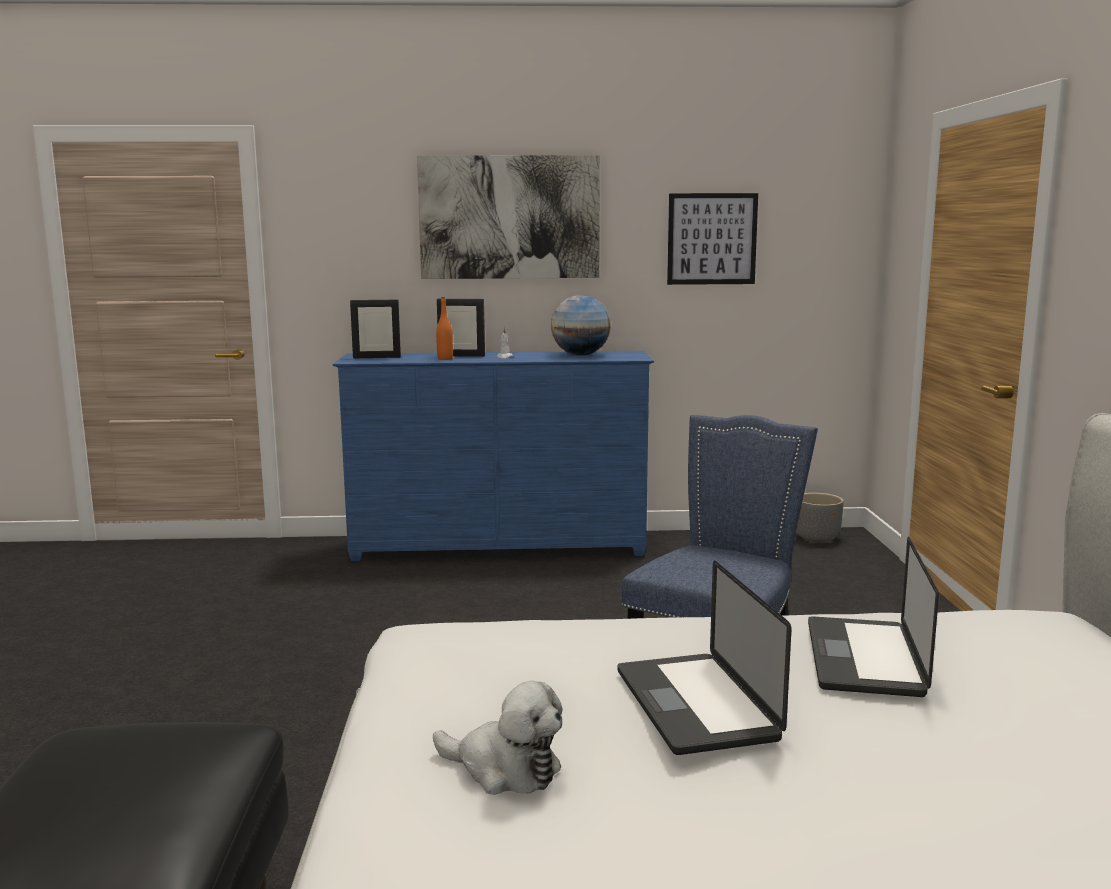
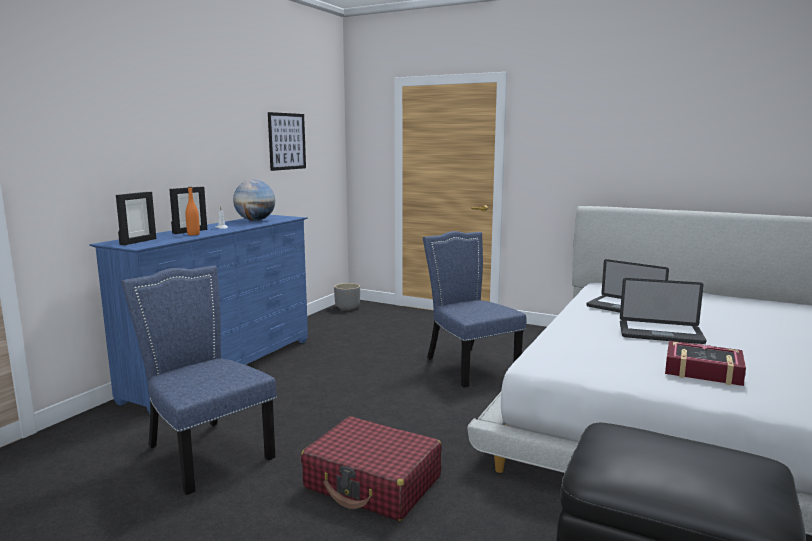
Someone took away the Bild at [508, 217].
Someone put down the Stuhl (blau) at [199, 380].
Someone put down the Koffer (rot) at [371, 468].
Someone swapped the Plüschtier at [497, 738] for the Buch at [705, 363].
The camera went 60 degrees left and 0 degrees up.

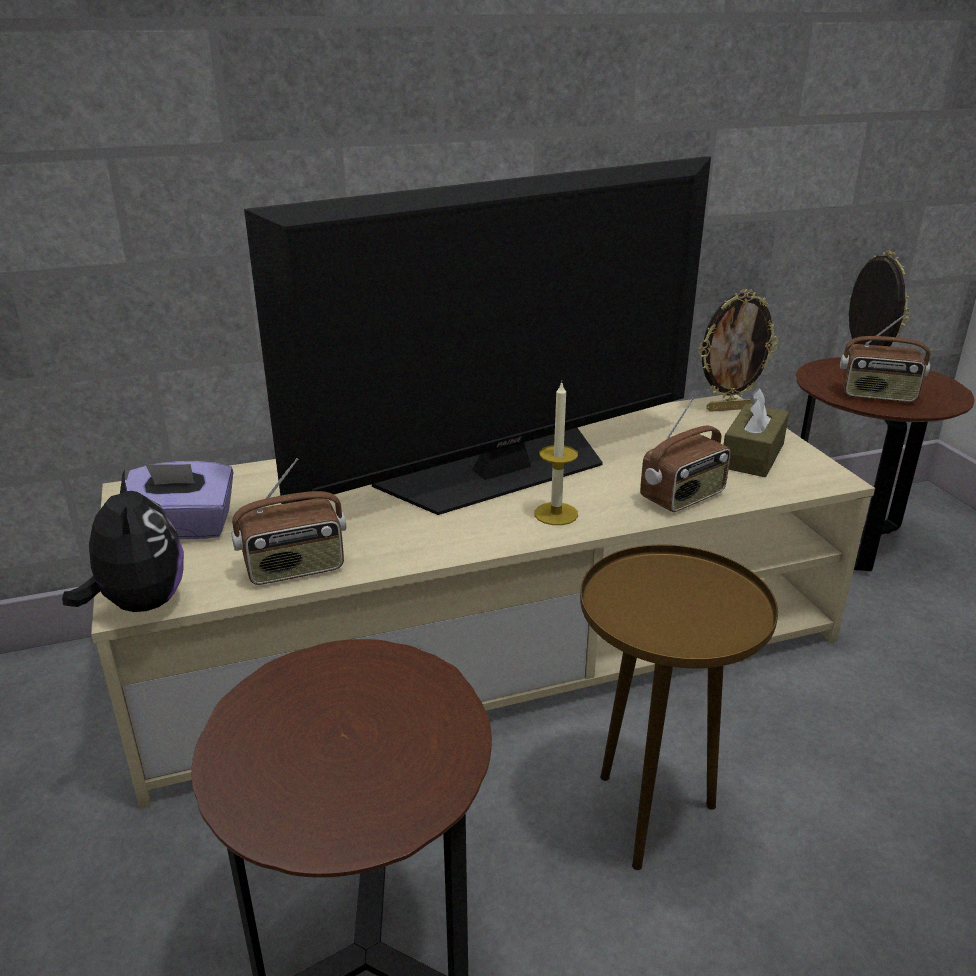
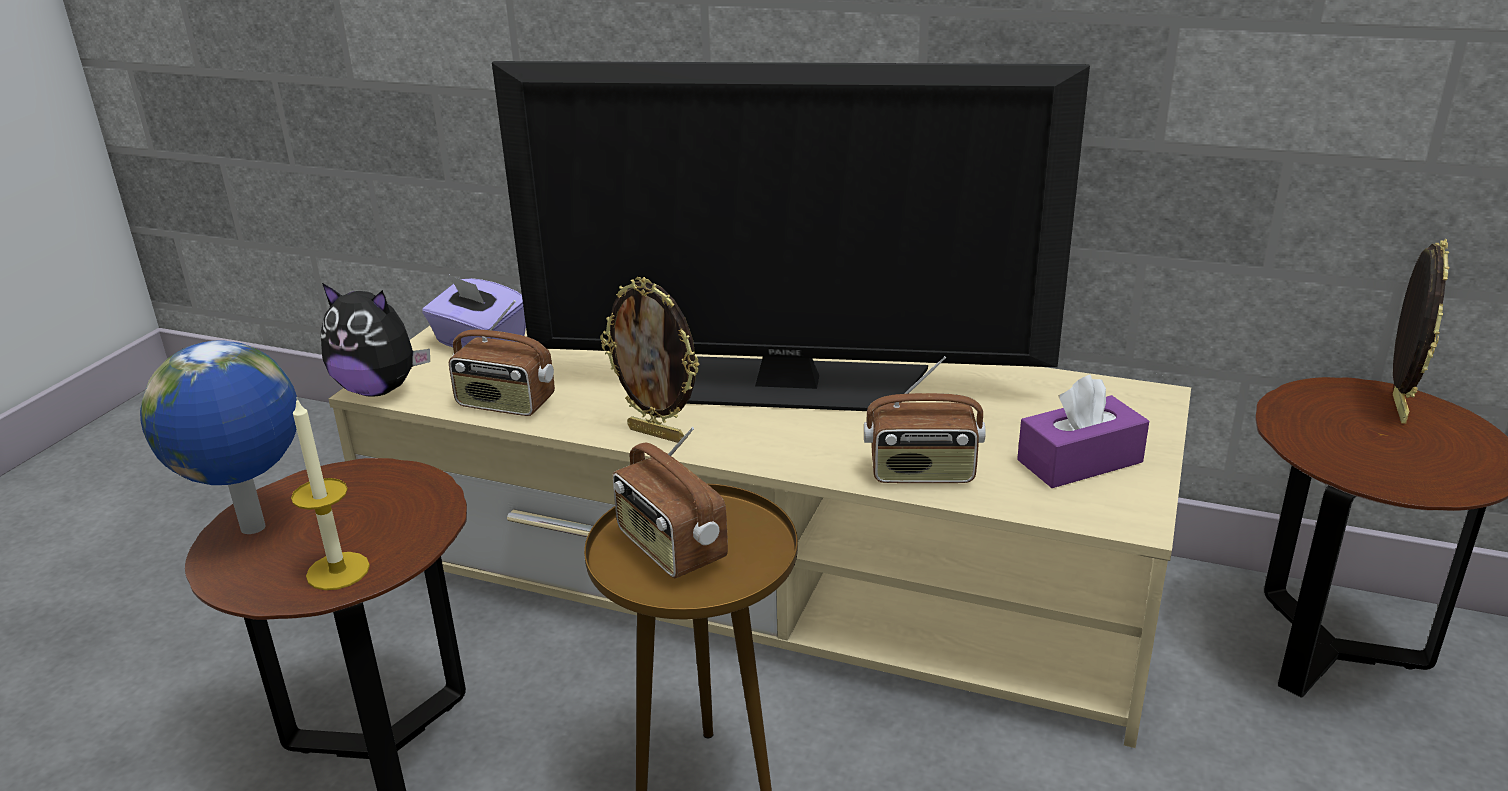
Someone put down the Globus at [218, 437].
Someone carried the Kerze from [556, 453] to [330, 493].
Someone carried the Bilderrahmen from [738, 350] to [650, 360].
Someone carried the Radio from [885, 357] to [670, 502].
Someone repainted the Taschentuchbox (braun) at [756, 432], which became the Taschentuchbox (lila) at [1083, 431].
Someone rotated the Plüschtier at [123, 540] by 90 degrees clockwise.
The camera went 40 degrees right and 0 degrees up.

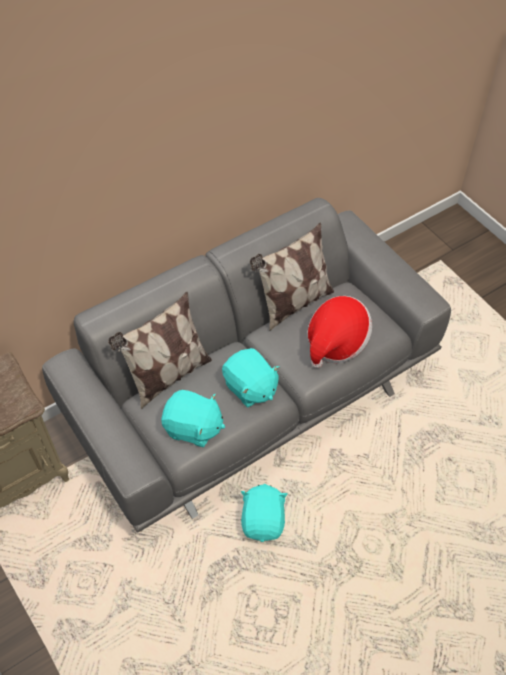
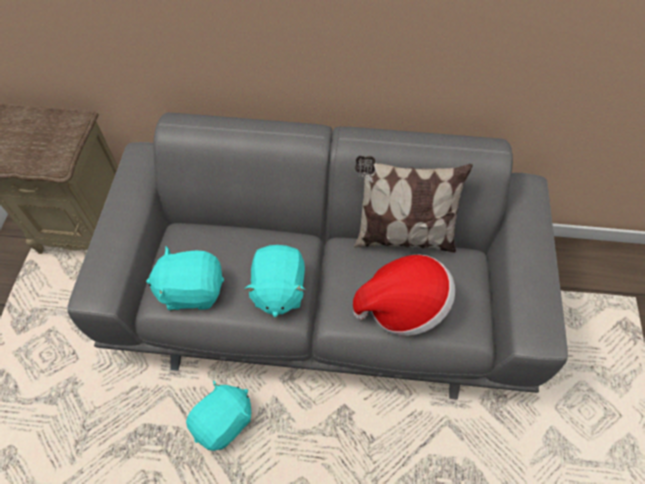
Someone took away the Kissen at [160, 351].
Someone rotated the Plüschtier (türkis) at [193, 418] by 120 degrees clockwise.
The camera went 40 degrees right and 5 degrees up.

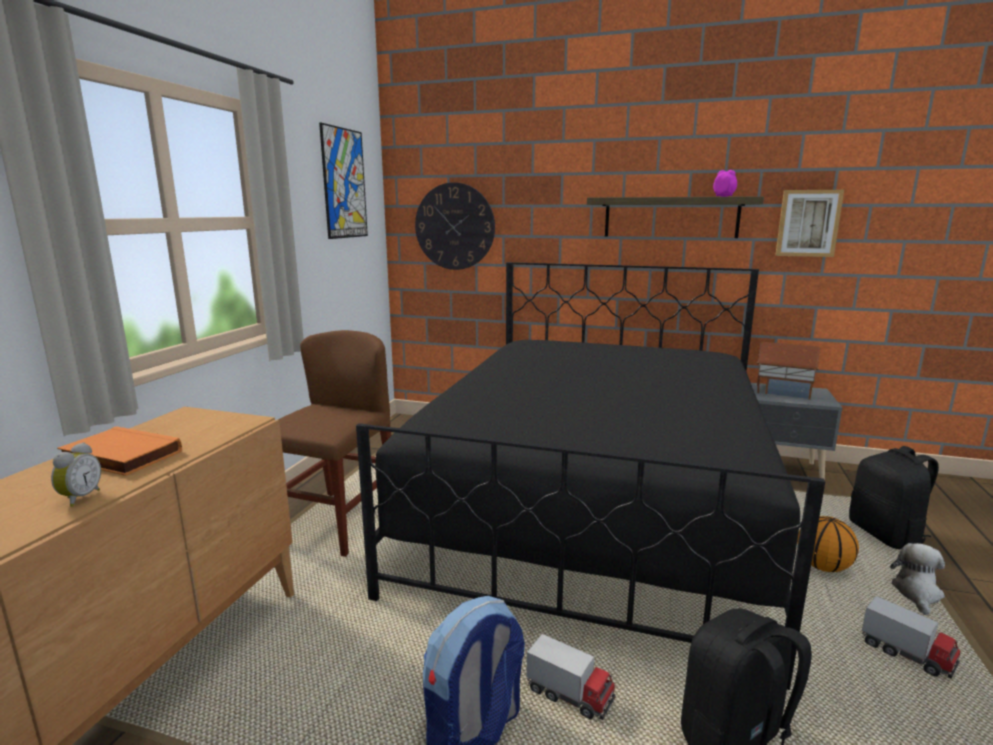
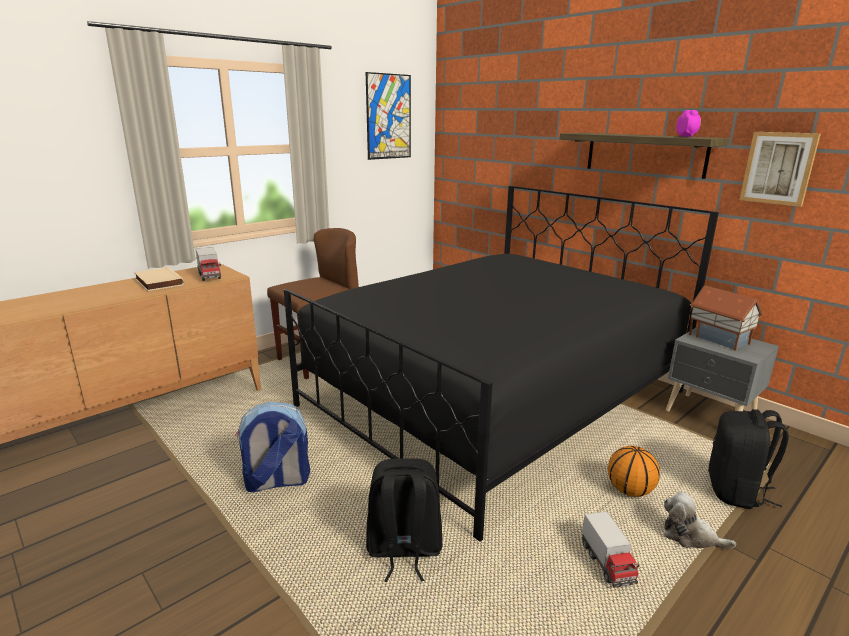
Someone took away the Wecker at [76, 474].
Someone took away the Wanduhr at [455, 226].
Someone carried the Spielzeuglaster from [571, 677] to [208, 264].
Someone repainted the Buch (orange) at [119, 451], which became the Buch (beige) at [159, 279].
Someone rotated the Plüschtier at [917, 579] by 120 degrees counterclockwise.
The camera went 30 degrees right and 5 degrees up.

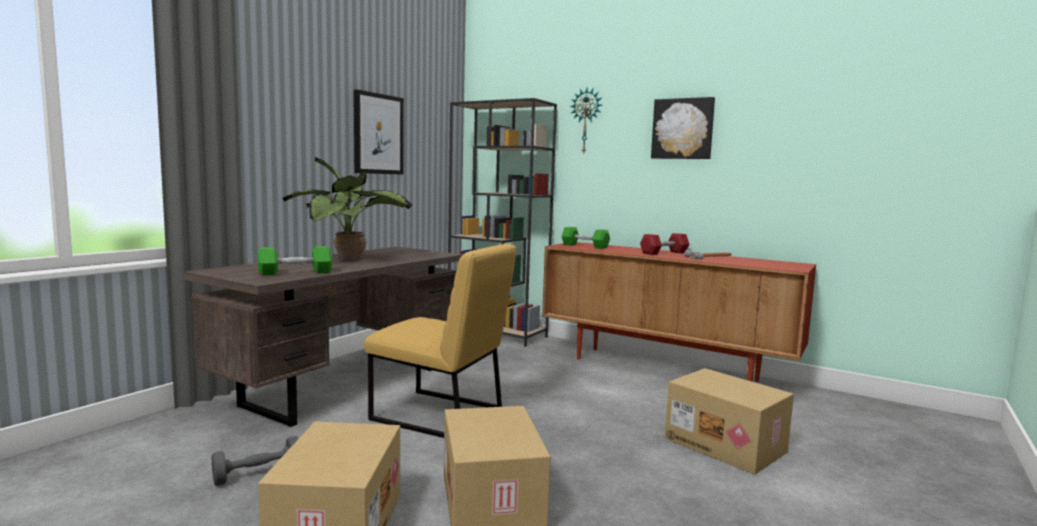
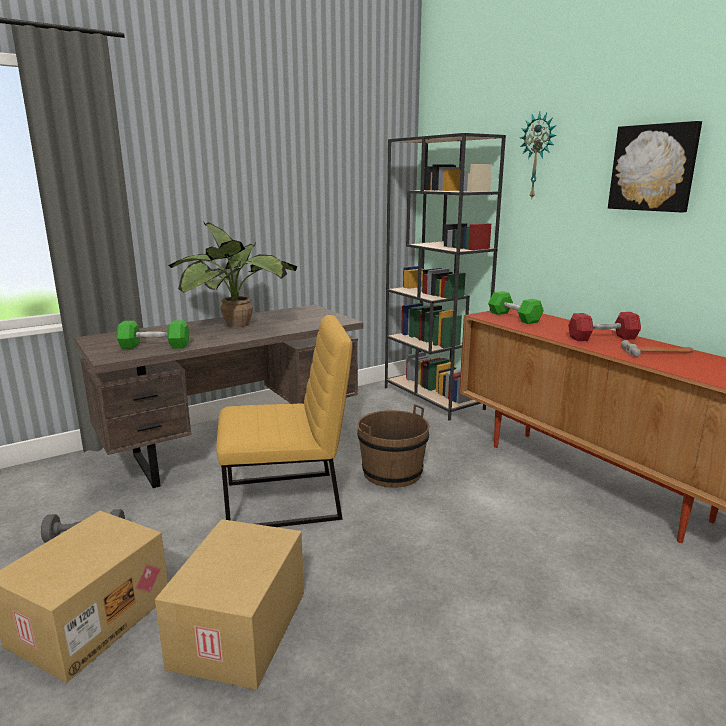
Someone took away the Bild at [379, 132].
Someone took away the Karton at [729, 421].
Someone put down the Eimer (braun) at [393, 446].
Someone rotated the Stuhl (gelb) at [440, 341] by 60 degrees counterclockwise.
The camera went 25 degrees right and 10 degrees up.

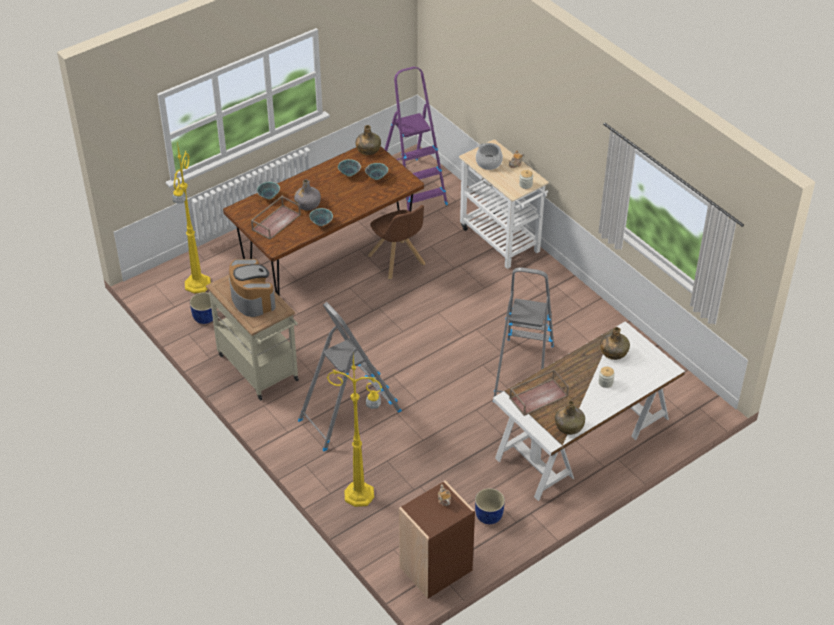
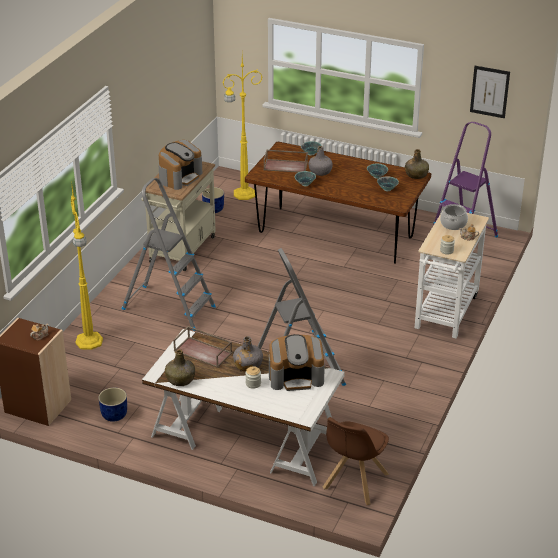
Someone put down the Flasche (grau) at [248, 354].
Someone put up the Bild at [490, 92].
Someone carried the Stuhl (braun) from [396, 242] to [356, 461].
Someone swapped the Flasche (grün) at [615, 343] for the Kaffeemaschine at [297, 362].
The camera went 60 degrees right and 10 degrees down.

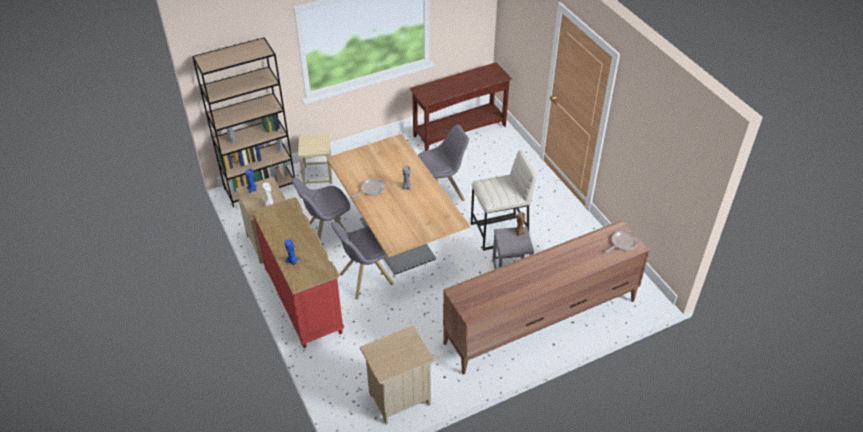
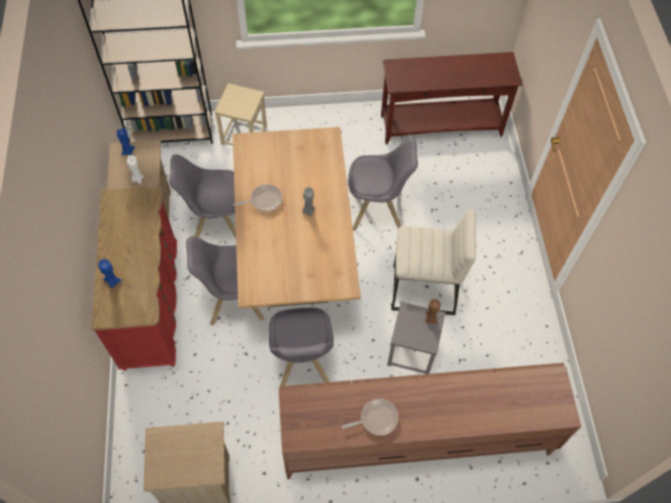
Someone put down the Stuhl (grau) at [301, 349].
Someone carried the Pfanne from [621, 242] to [370, 417].
The camera went 20 degrees right and 15 degrees up.

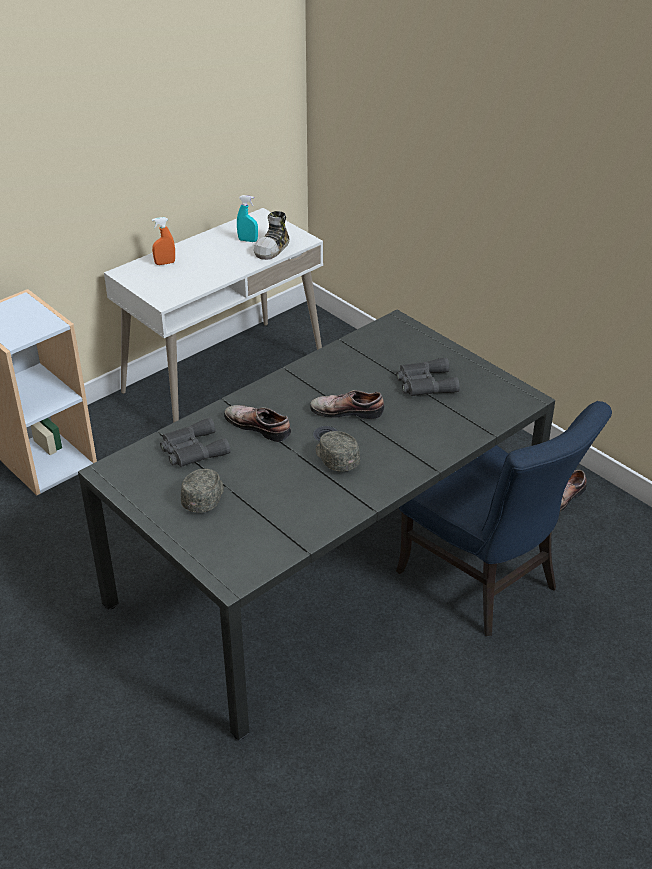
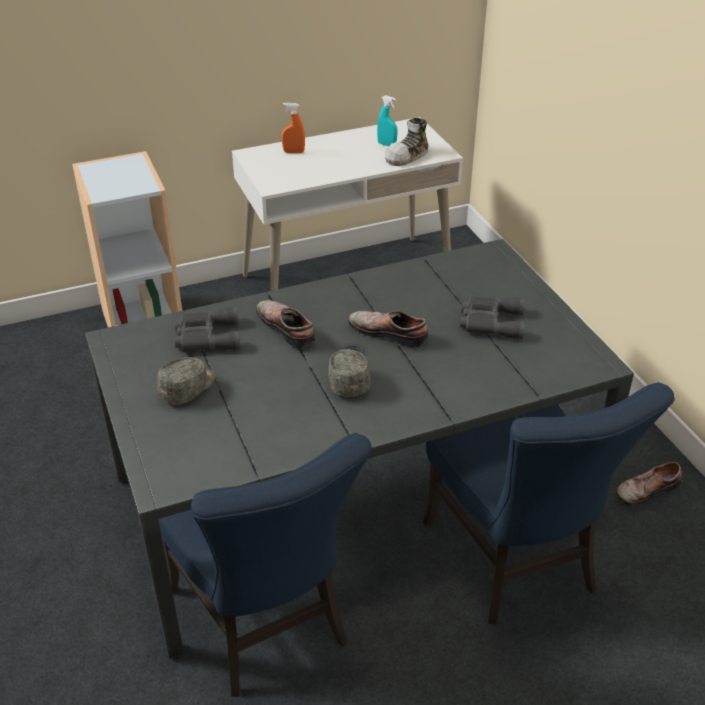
Someone put down the Stuhl (blau) at [265, 565].
The camera went 20 degrees right and 0 degrees up.

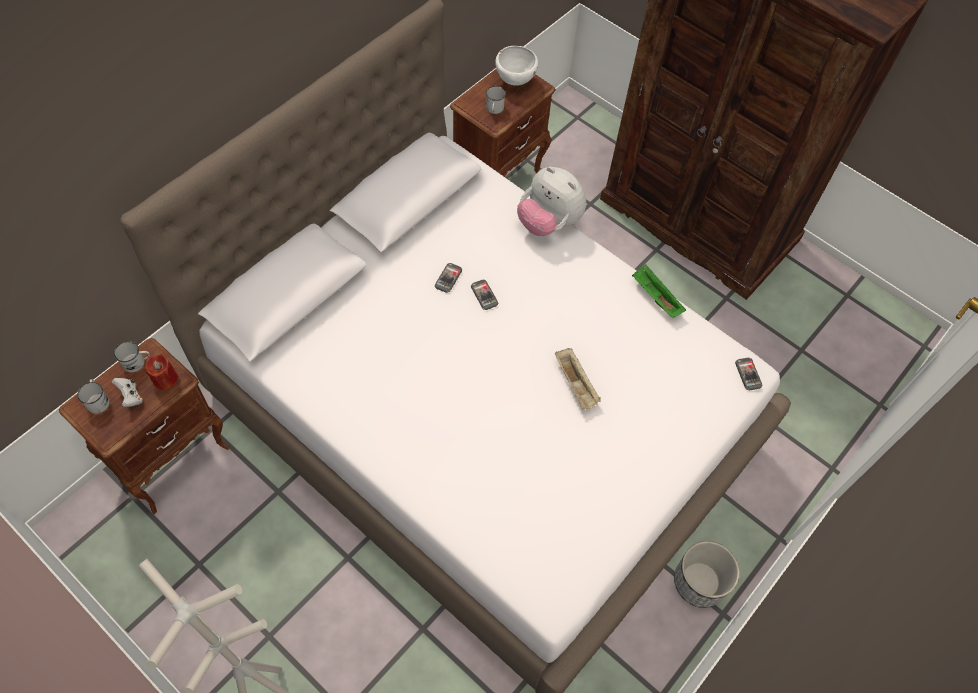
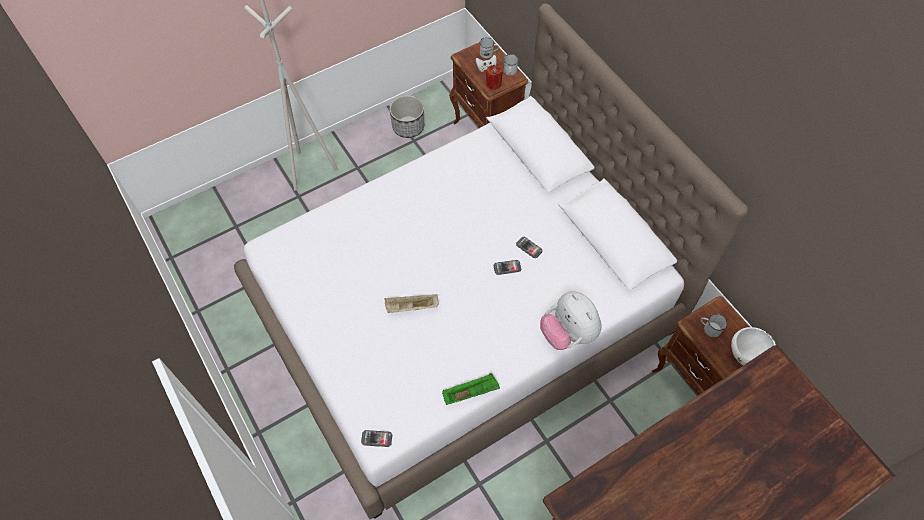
Someone carried the Pflanzkübel from [706, 574] to [406, 116].
Someone rotated the Plüschtier at [551, 201] by 90 degrees counterclockwise.
The camera went 110 degrees right and 0 degrees up.

